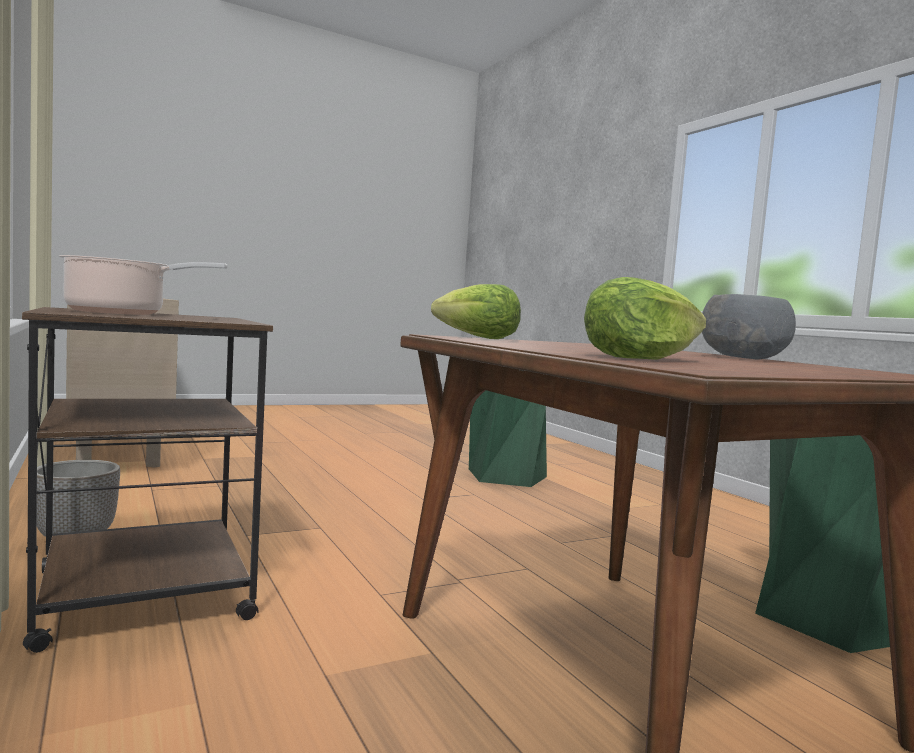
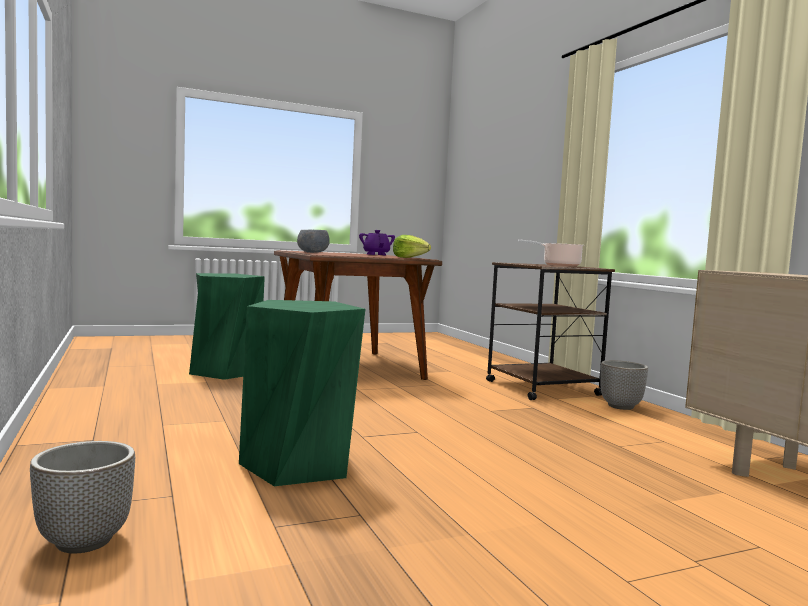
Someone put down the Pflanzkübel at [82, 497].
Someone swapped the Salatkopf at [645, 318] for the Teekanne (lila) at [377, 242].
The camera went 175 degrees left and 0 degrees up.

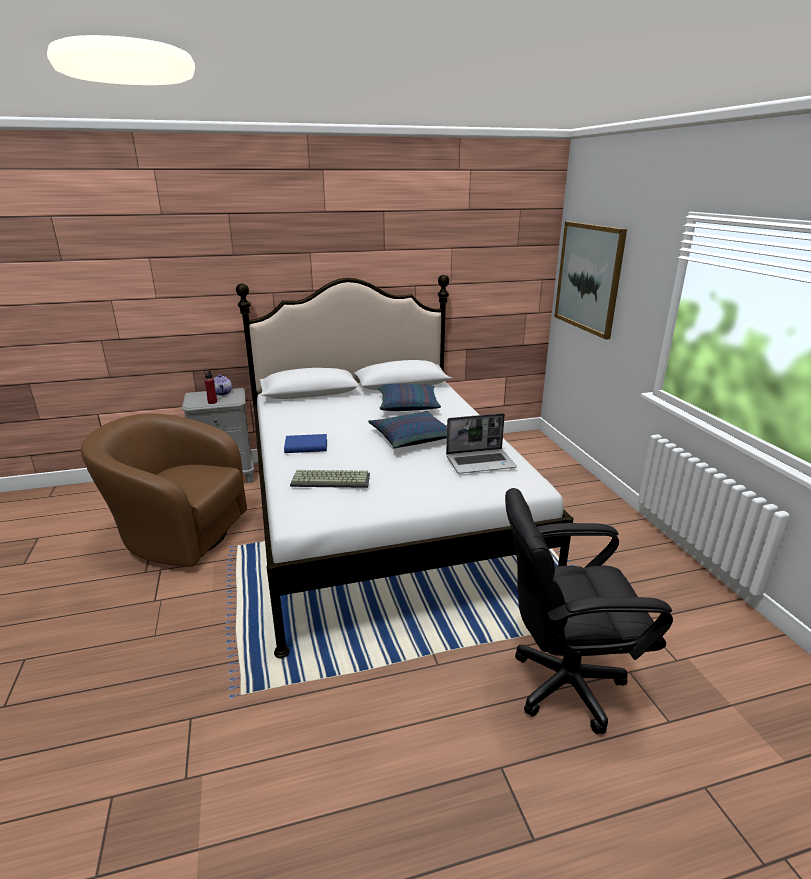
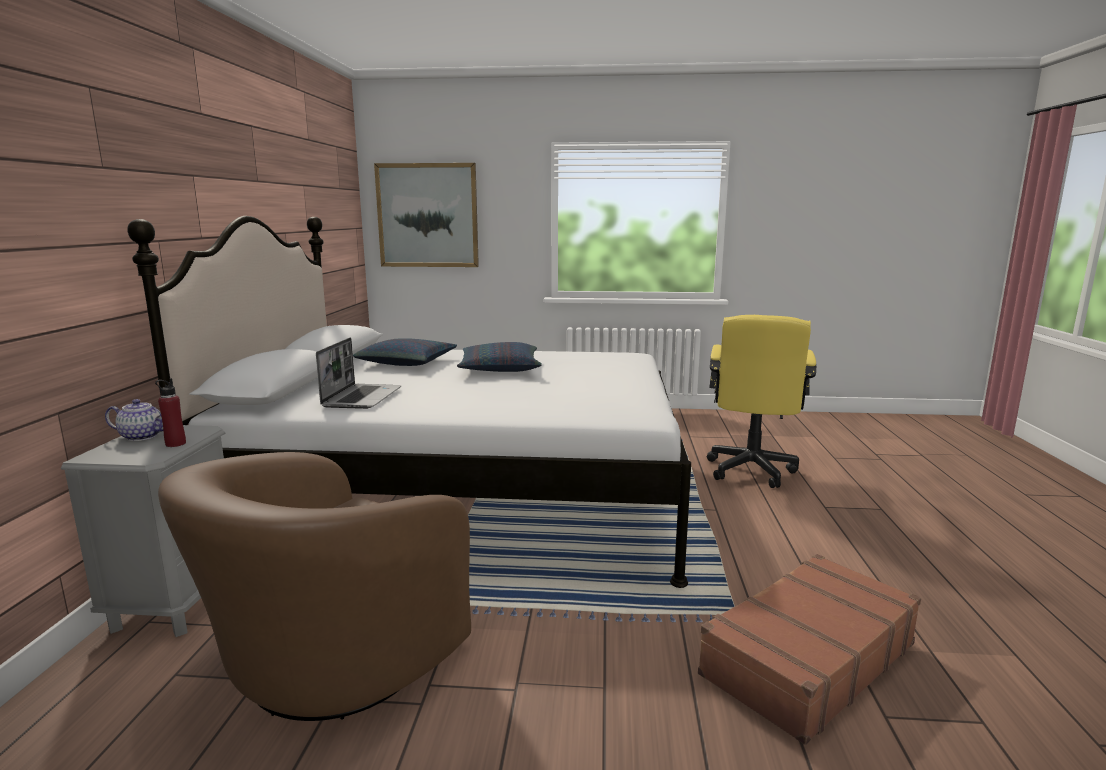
Someone took away the Buch (blau) at [305, 443].
Someone took away the Tastatur at [330, 479].
Someone put down the Koffer (braun) at [809, 649].
Someone carried the Laptop from [481, 443] to [358, 373].
Someone repainted the Bürostuhl (schwarz) at [589, 611], which became the Bürostuhl (gelb) at [761, 401].
The camera went 70 degrees left and 10 degrees down.

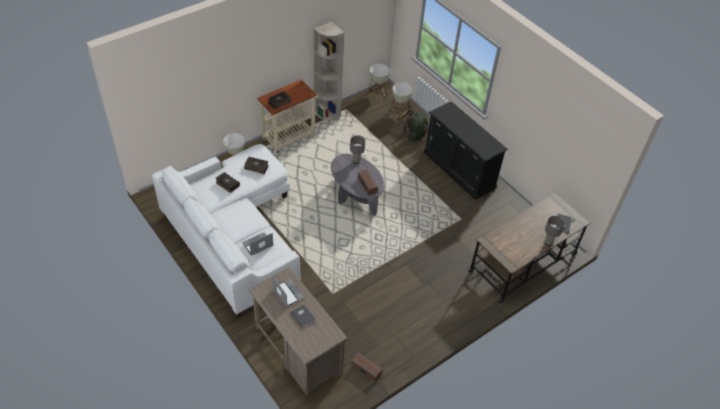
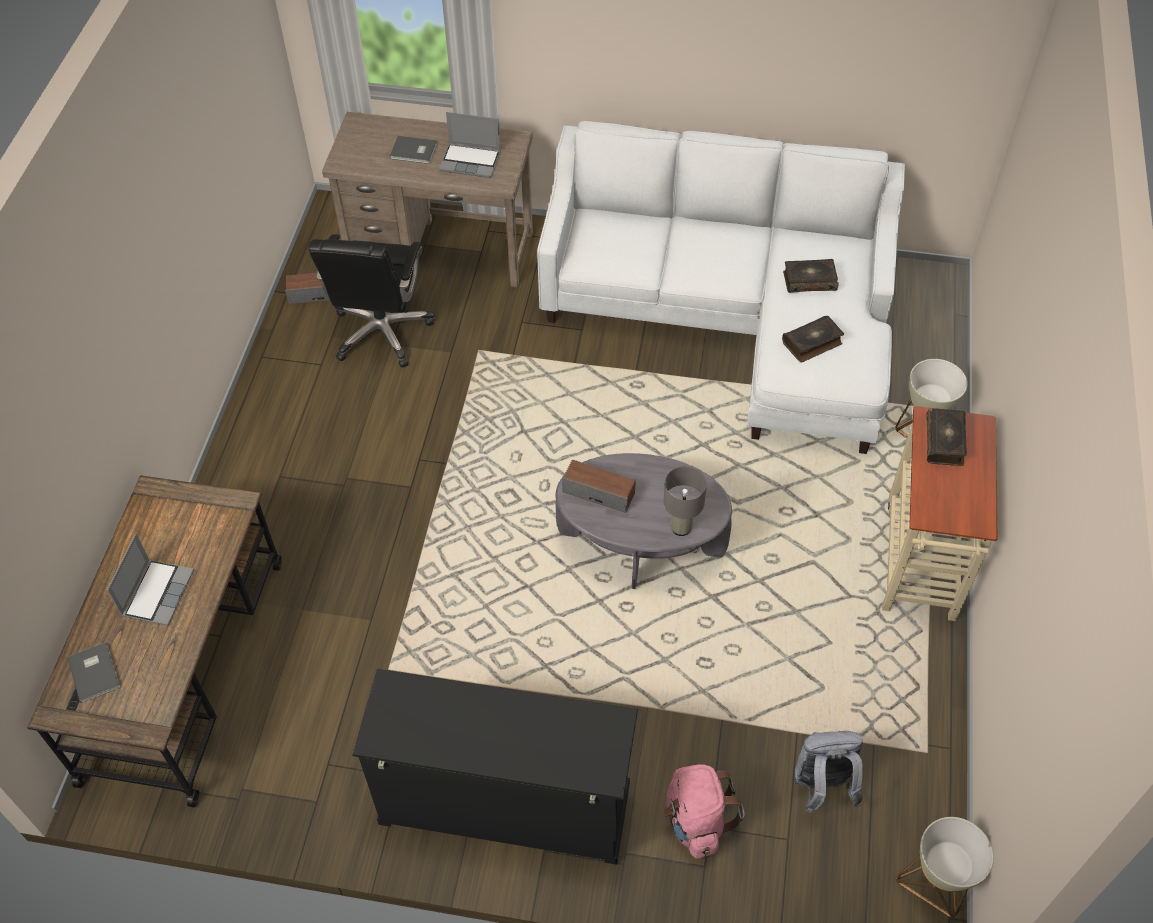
Someone took away the Bücherregal (beige) at [329, 71].
Someone took away the Pflanzkübel at [402, 100].
Someone took away the Tischlampe (grau) at [555, 231].
Someone put down the Bürostuhl (schwarz) at [372, 301].
Someone put down the Rucksack (grau) at [828, 772].
Someone carried the Laptop from [258, 244] to [150, 579].
Someone repainted the Rucksack (grün) at [415, 127], which became the Rucksack (rosa) at [704, 811].
The camera went 140 degrees right and 5 degrees up.

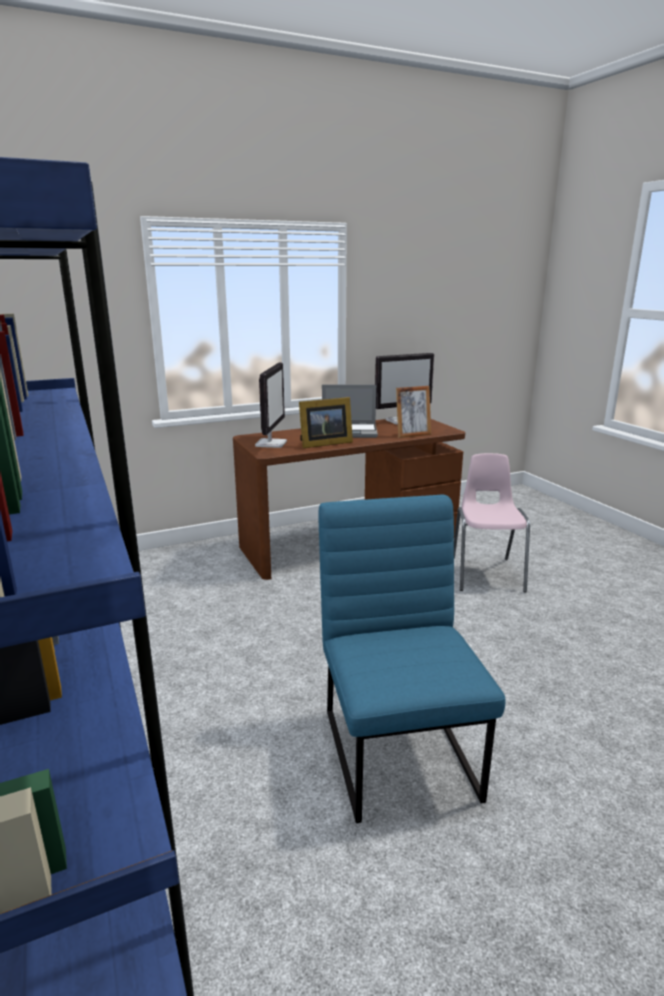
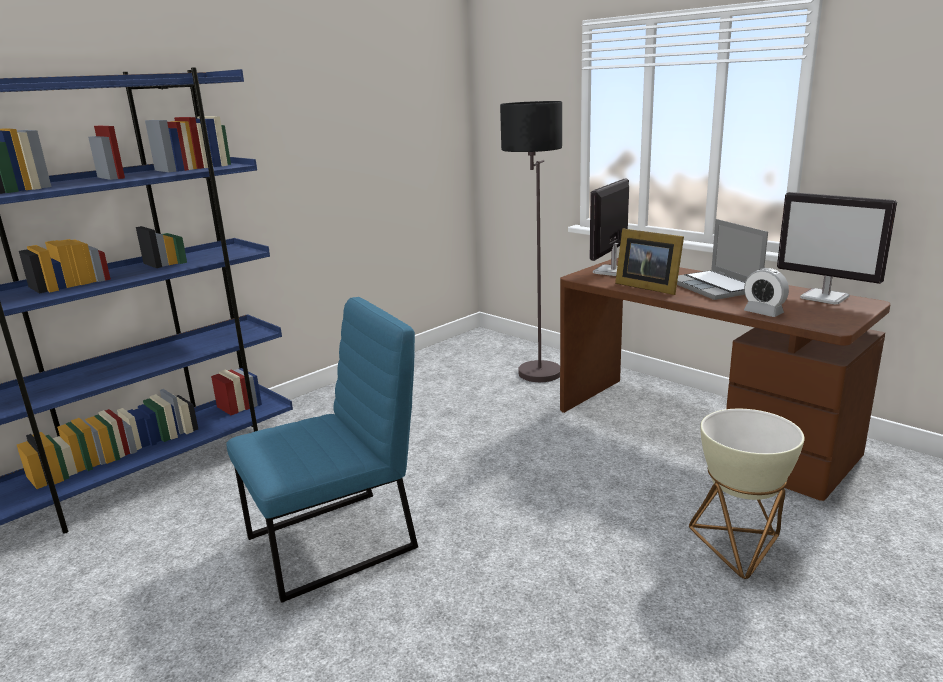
Someone put down the Stehlampe (schwarz) at [531, 241].
Someone swapped the Bilderrahmen at [413, 412] for the Wecker at [766, 292].
Someone swapped the Stuhl (rosa) at [492, 522] for the Pflanzkübel at [746, 494].
Someone rotated the Monitor at [271, 405] by 135 degrees clockwise.
The camera went 70 degrees right and 0 degrees up.

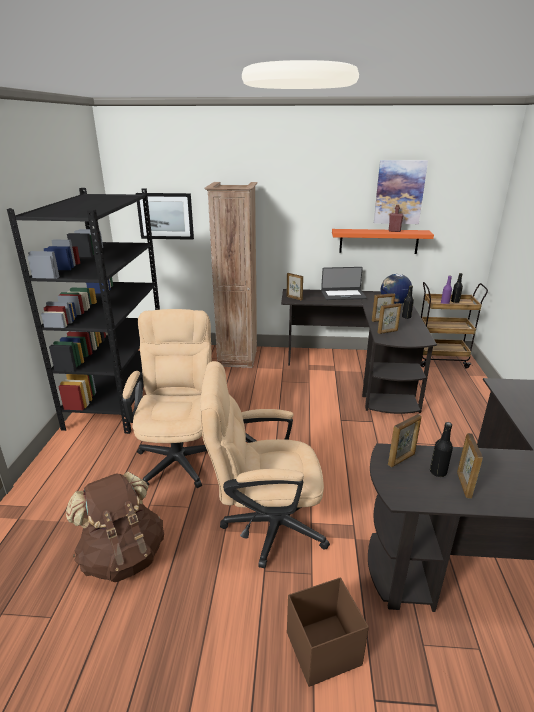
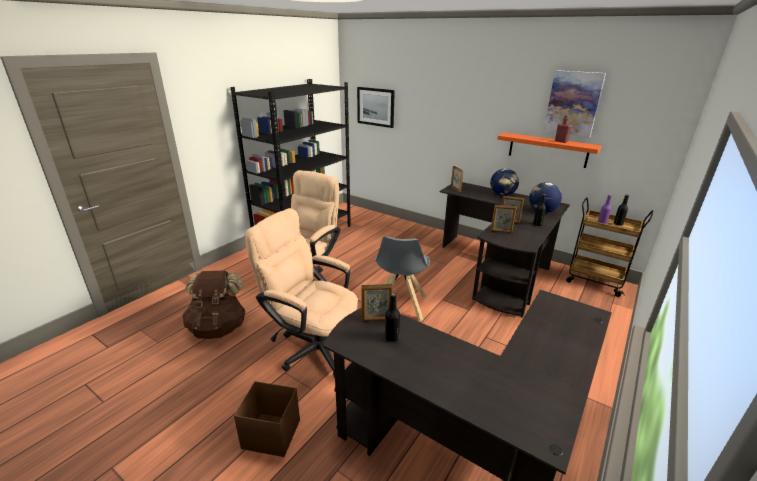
Someone took away the Schrank (braun) at [231, 275].
Someone took away the Bilderrahmen at [470, 466].
Someone put down the Stuhl (grau) at [402, 278].
Someone swapped the Laptop at [344, 283] for the Globus at [504, 182].
The camera went 30 degrees right and 0 degrees up.

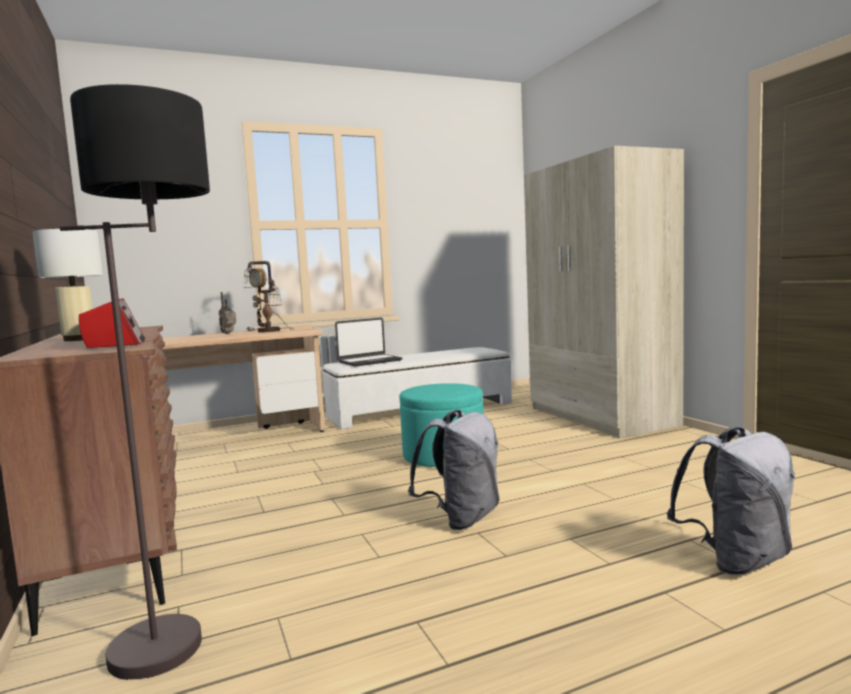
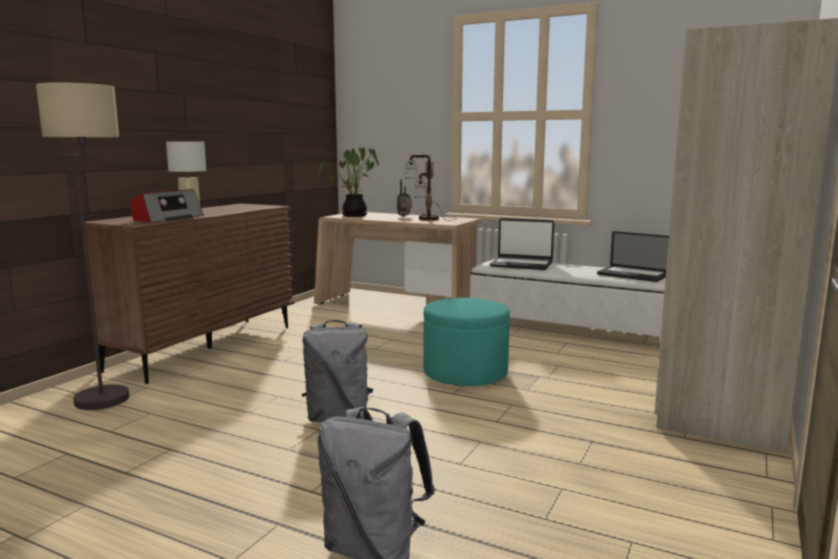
Someone put down the Topfpflanze at [349, 182].
Someone put down the Laptop at [633, 256].
Someone repainted the Stehlampe (schwarz) at [135, 382], which became the Stehlampe (beige) at [82, 246].
The camera went 50 degrees right and 5 degrees up.

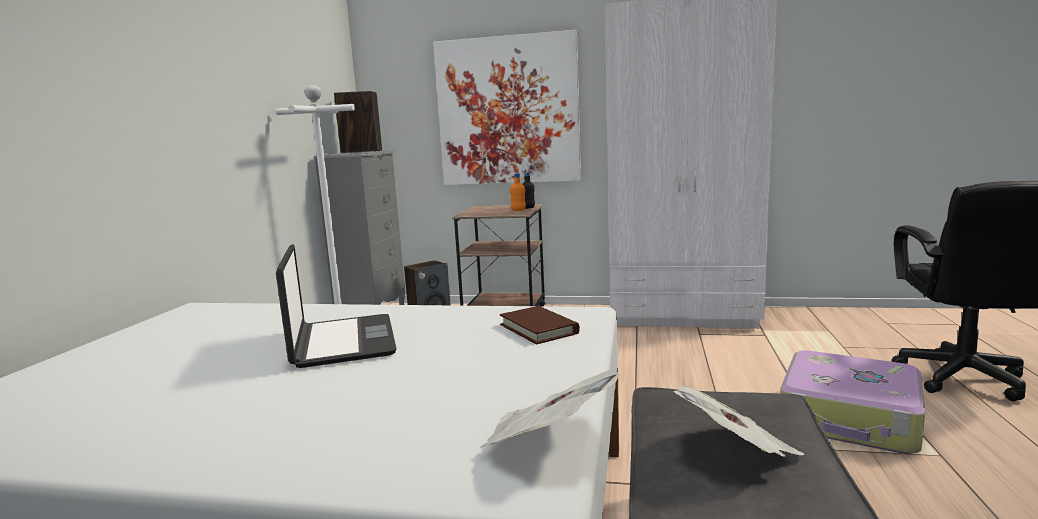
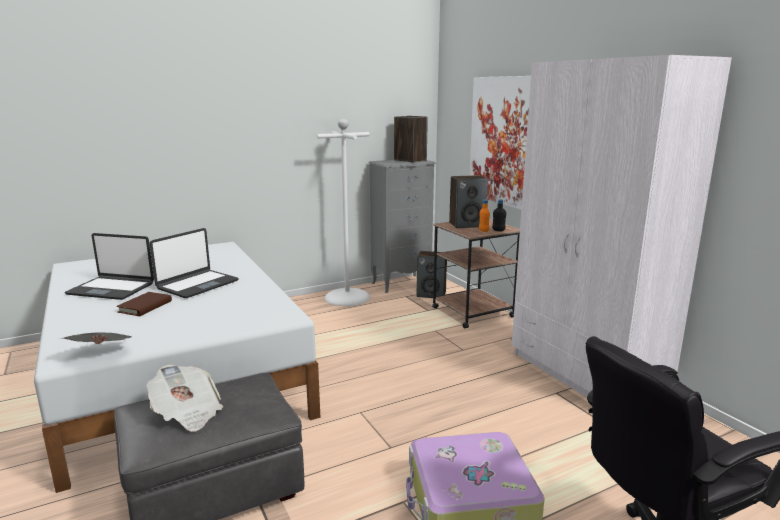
Someone put down the Laptop at [109, 266].
Someone put down the Lautsprecher at [468, 201].
Someone carried the Buch (braun) from [540, 325] to [144, 304].
The camera went 50 degrees right and 5 degrees up.

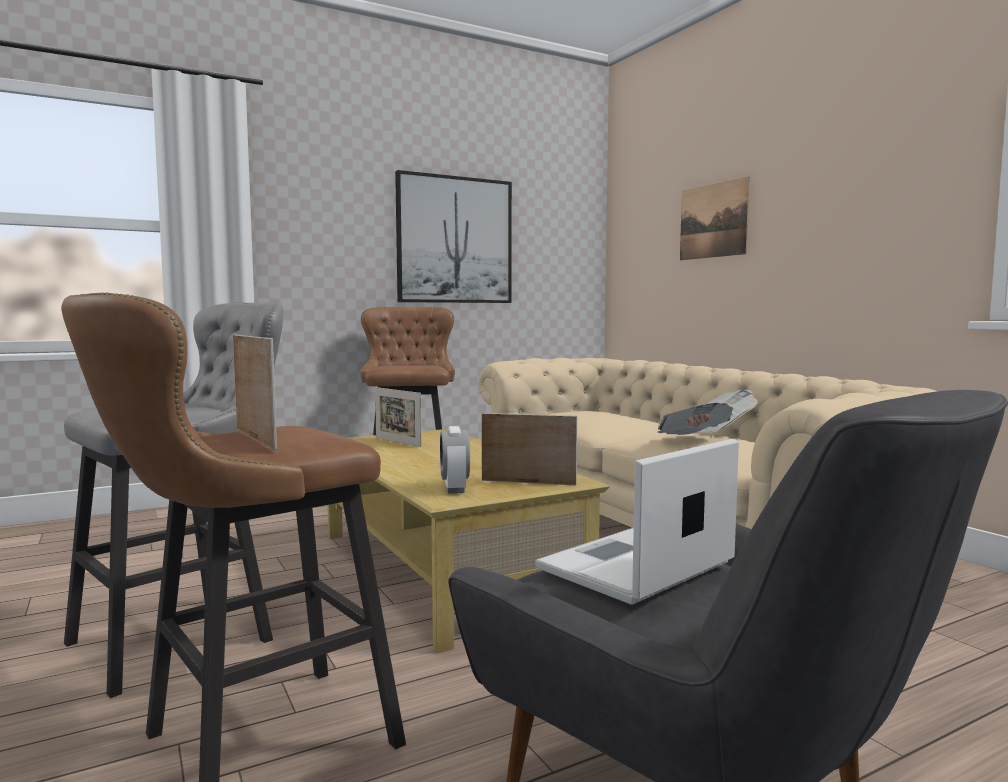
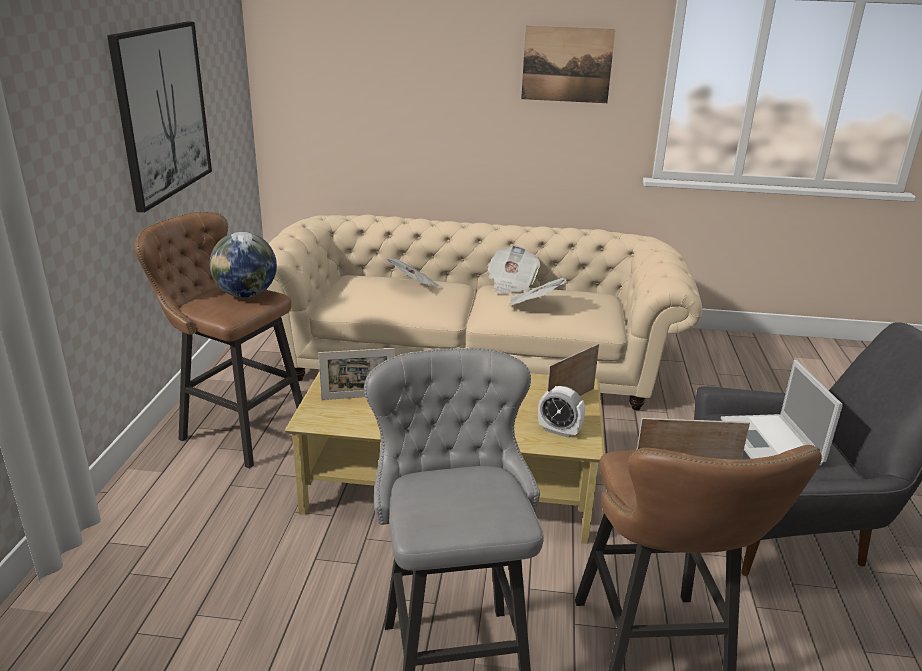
Someone put down the Globus at [243, 265].
Someone put down the Zeitung at [414, 272].
Someone carried the Bild from [715, 218] to [568, 64].
The camera went 55 degrees left and 20 degrees up.

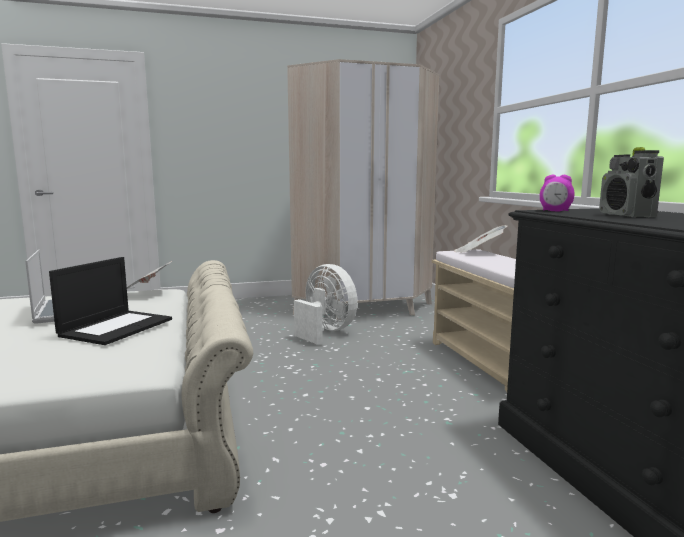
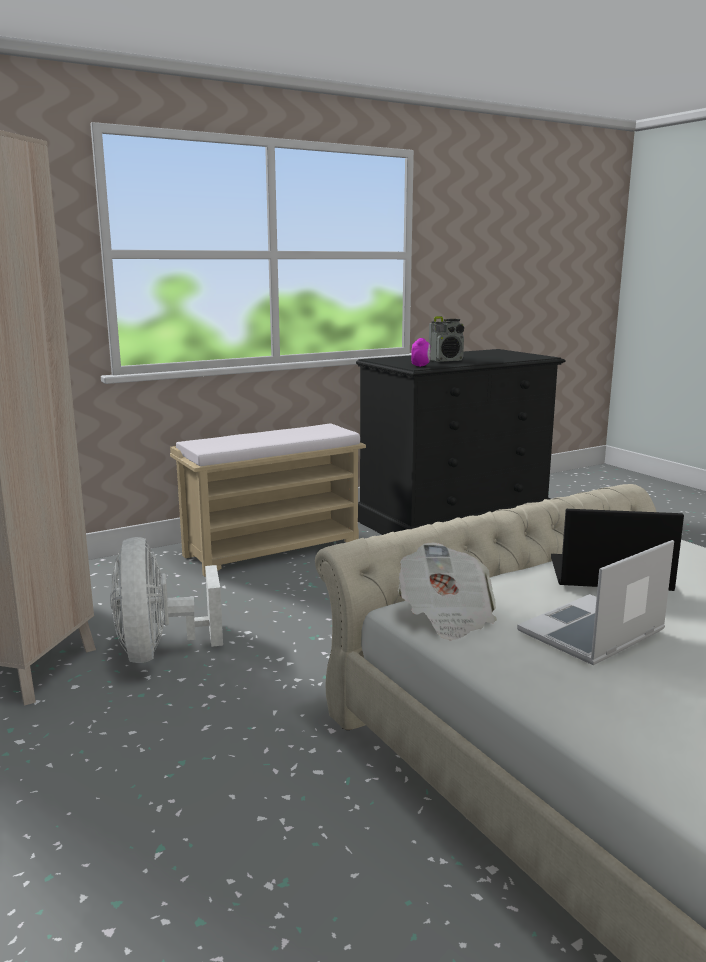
Someone took away the Zeitung at [481, 239].
Someone rotated the Ventilator (weiß) at [326, 304] by 45 degrees counterclockwise.
The camera went 105 degrees left and 5 degrees up.

